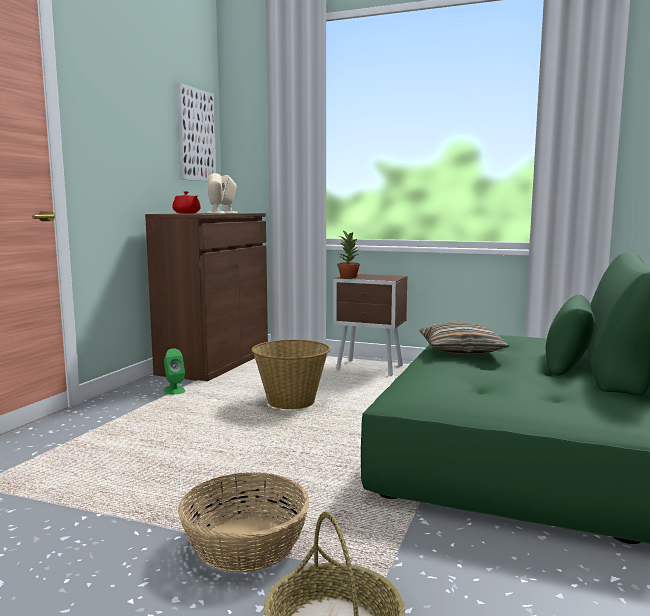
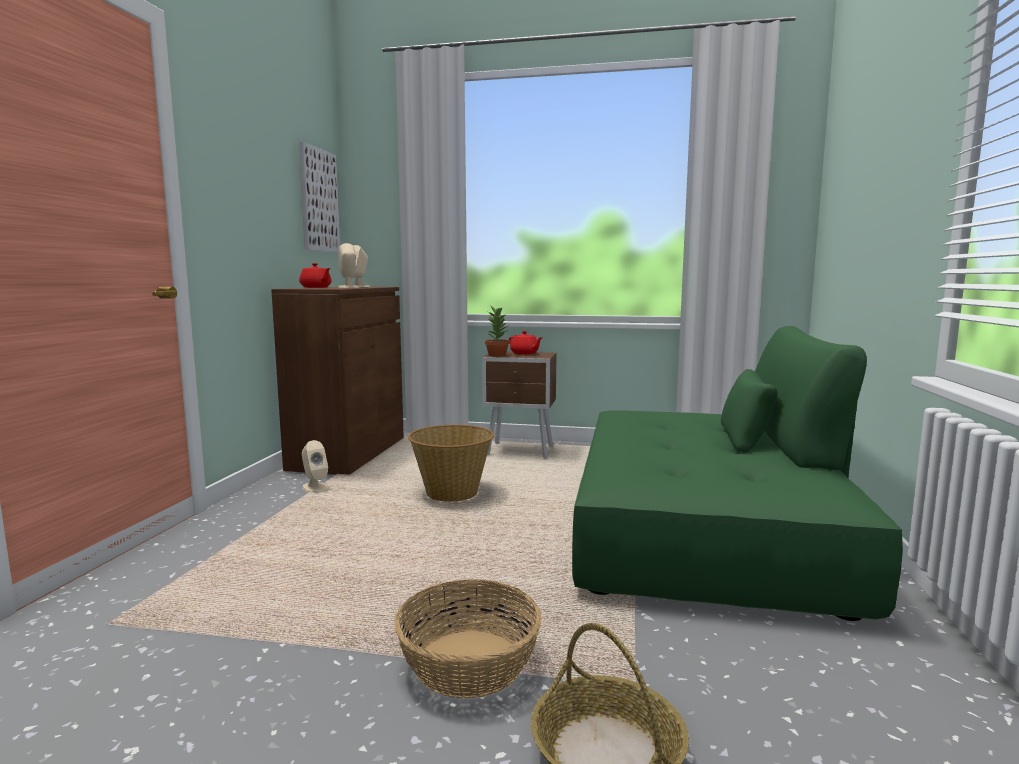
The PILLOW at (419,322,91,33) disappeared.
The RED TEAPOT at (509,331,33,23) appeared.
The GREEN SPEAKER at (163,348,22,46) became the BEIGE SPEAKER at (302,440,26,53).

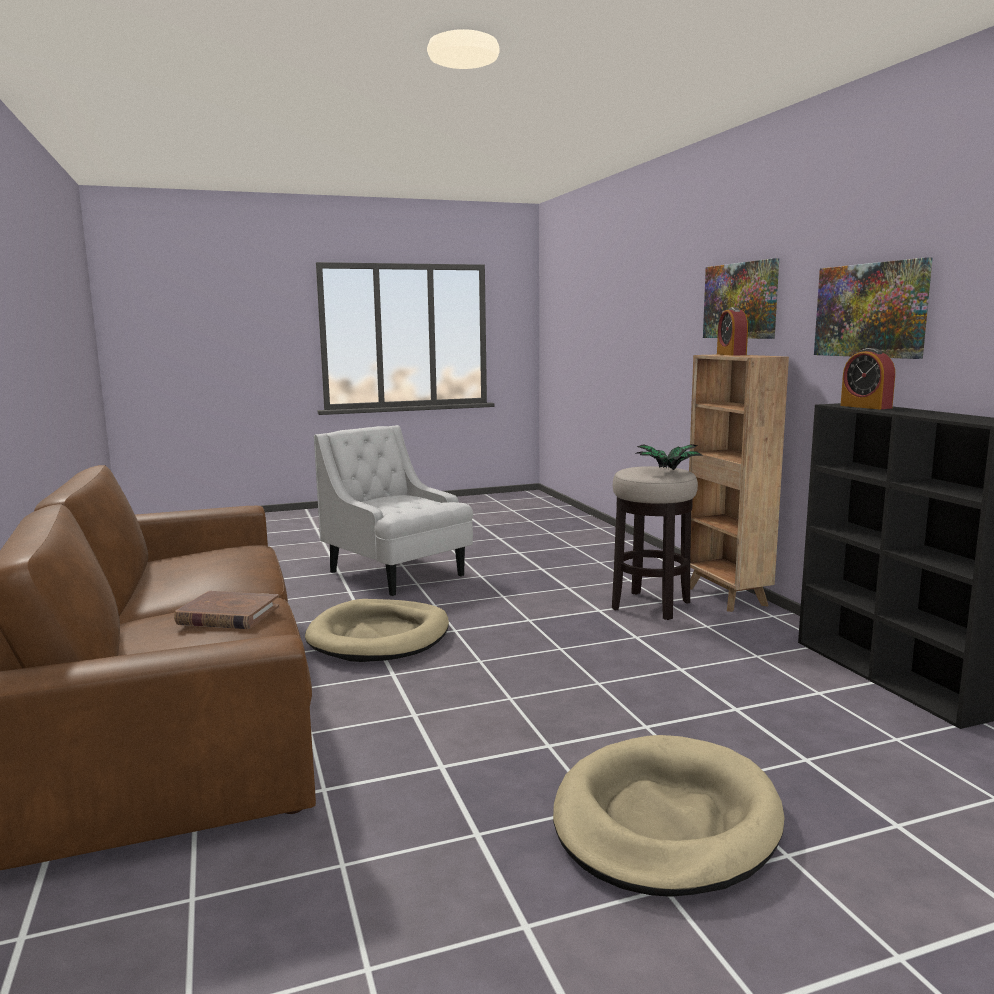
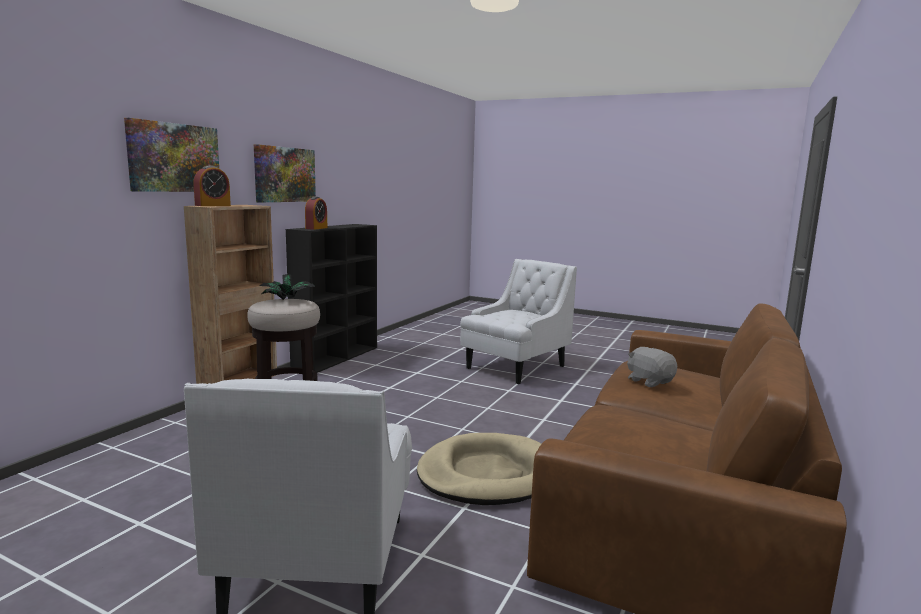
The BROWN BOOK at (174,591,105,38) was replaced by the GREY PLUSH TOY at (627,347,50,40).
The BEIGE DOG BED at (553,735,232,162) was replaced by the WHITE ARMCHAIR at (460,259,117,125).

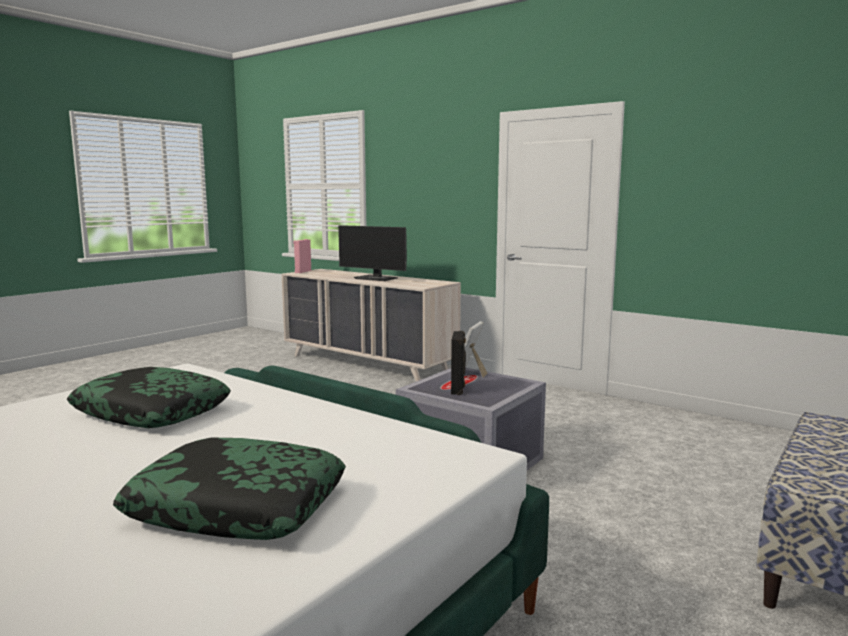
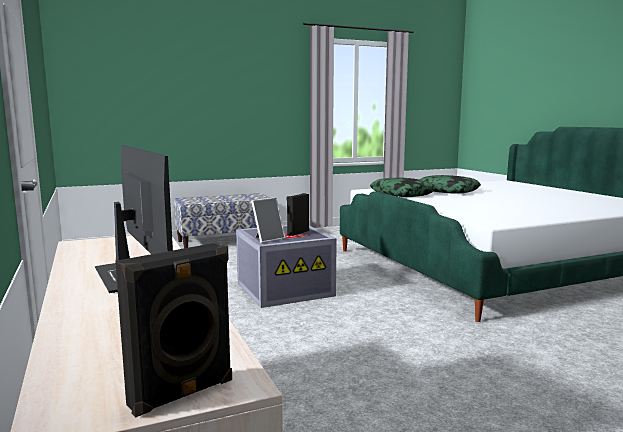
The PILLOW moved from (67,367,164,61) to (370,178,66,19).
The PINK SPEAKER at (294,239,17,34) became the BLACK SPEAKER at (115,243,117,175).

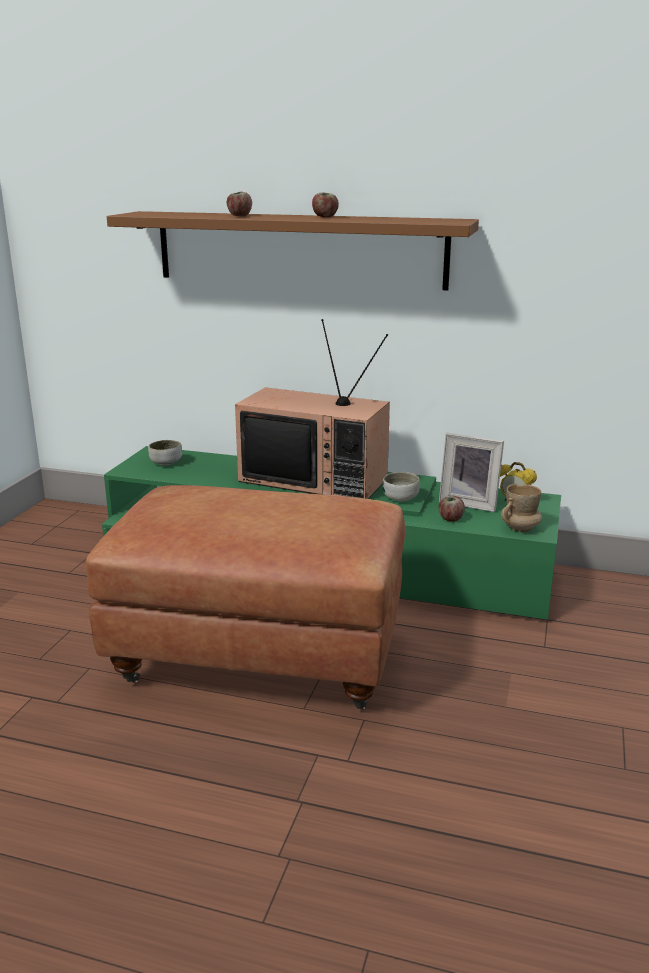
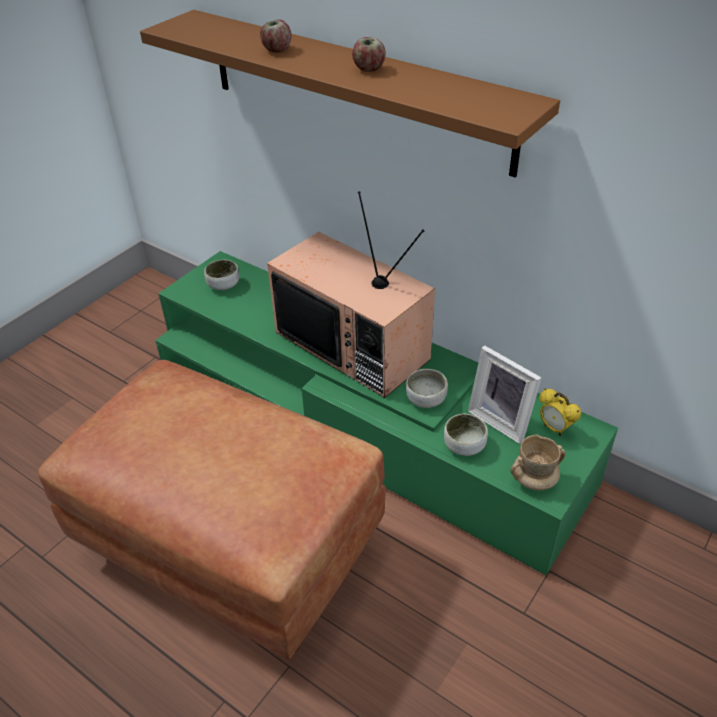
The APPLE at (439,496,26,26) was replaced by the BOWL at (444,414,44,42).

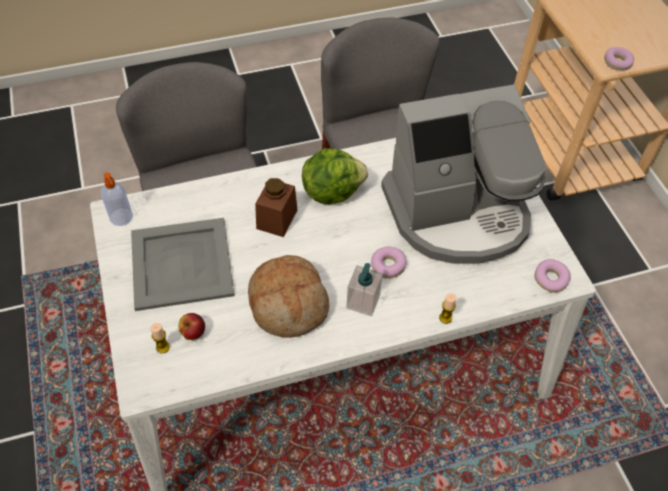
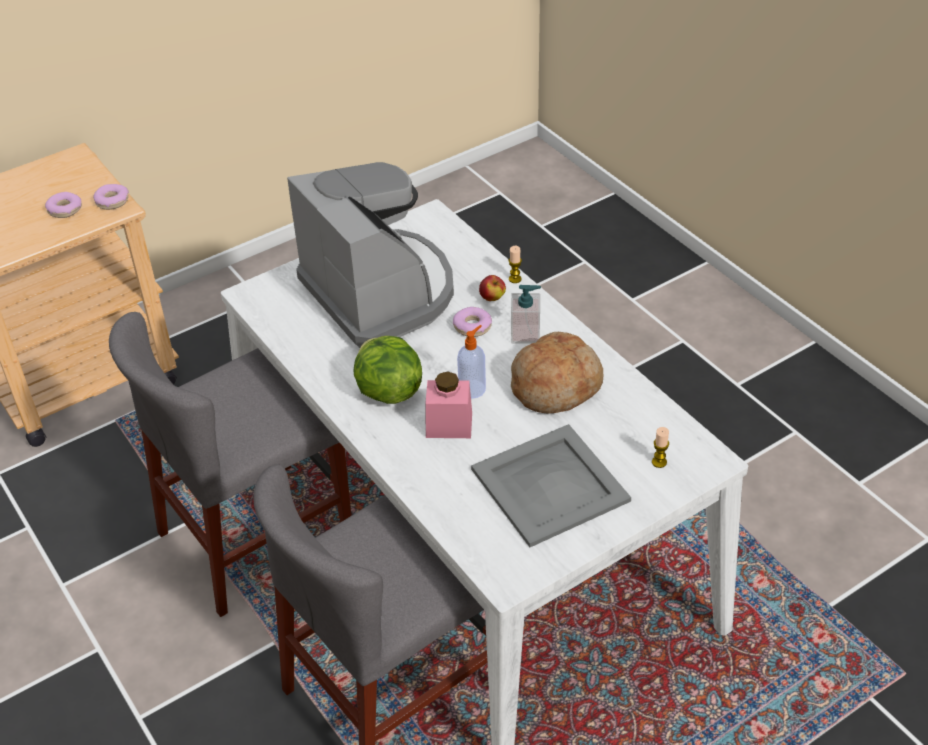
The SOAP DISPENSER moved from (101,172,32,54) to (457,325,29,74).
The APPLE moved from (178,313,27,27) to (479,275,27,26).
The DONUT moved from (534,259,37,33) to (45,192,37,26).
The BROWN JAR at (255,178,42,59) became the PINK JAR at (425,371,47,67).

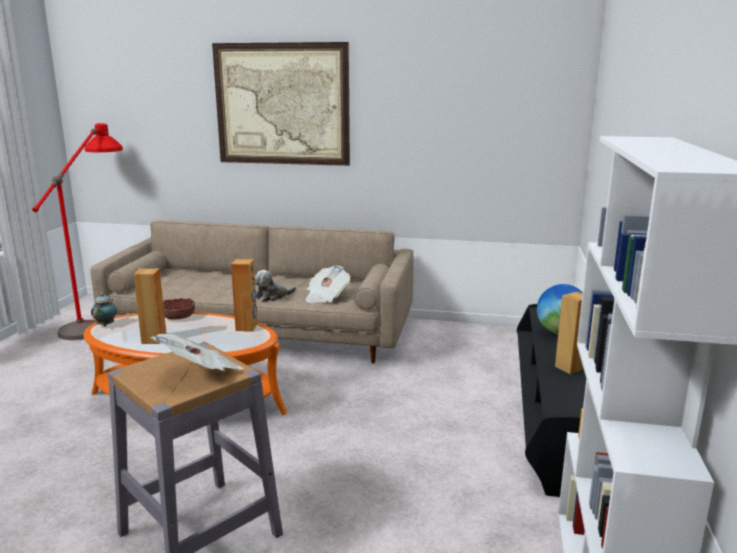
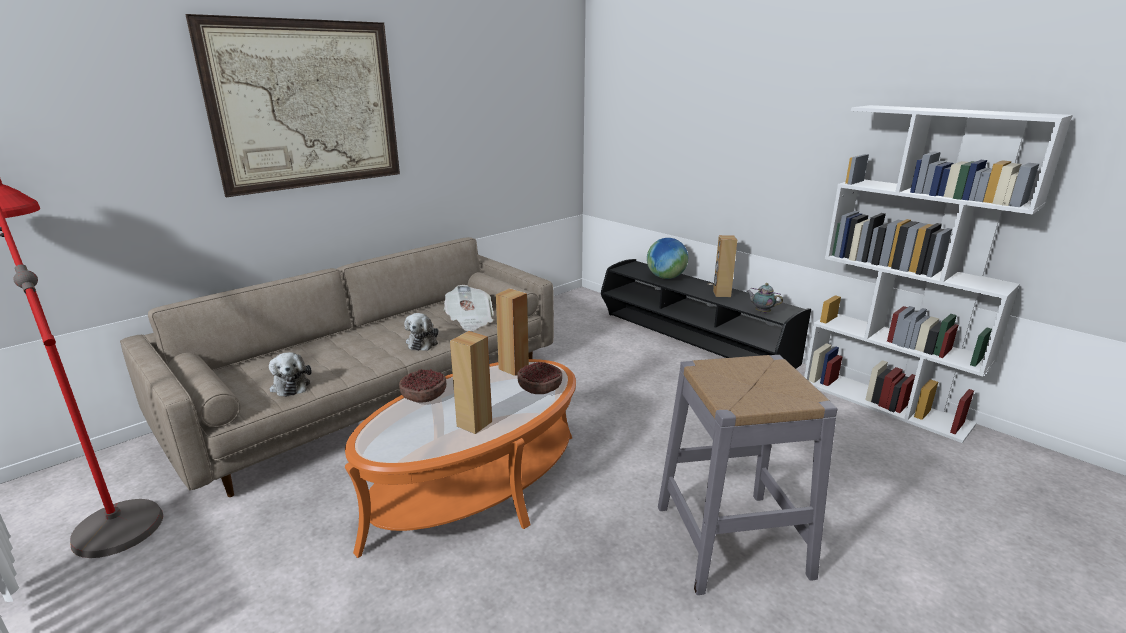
The NEWSPAPER at (150,334,94,37) disappeared.
The PLUSH TOY at (269,352,43,45) appeared.
The BOWL at (517,362,45,32) appeared.
The TEAPOT moved from (91,293,26,33) to (747,283,36,30).

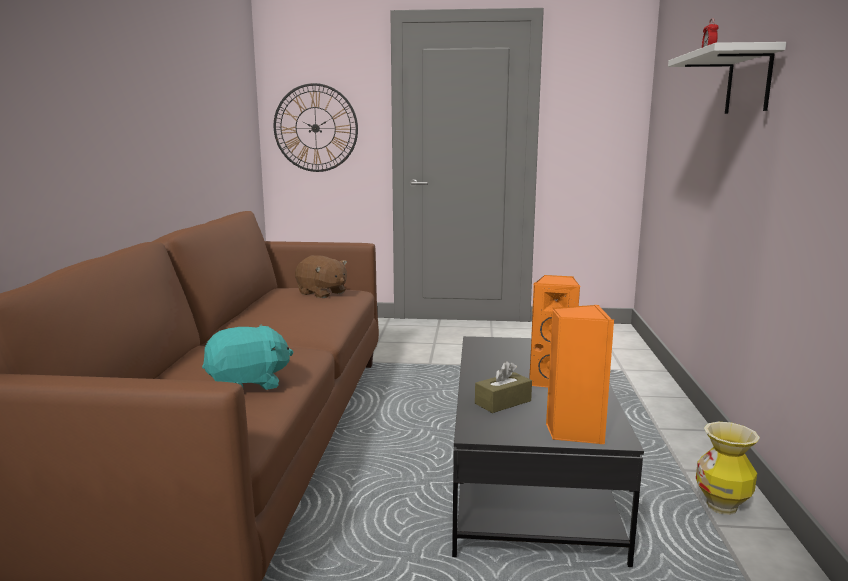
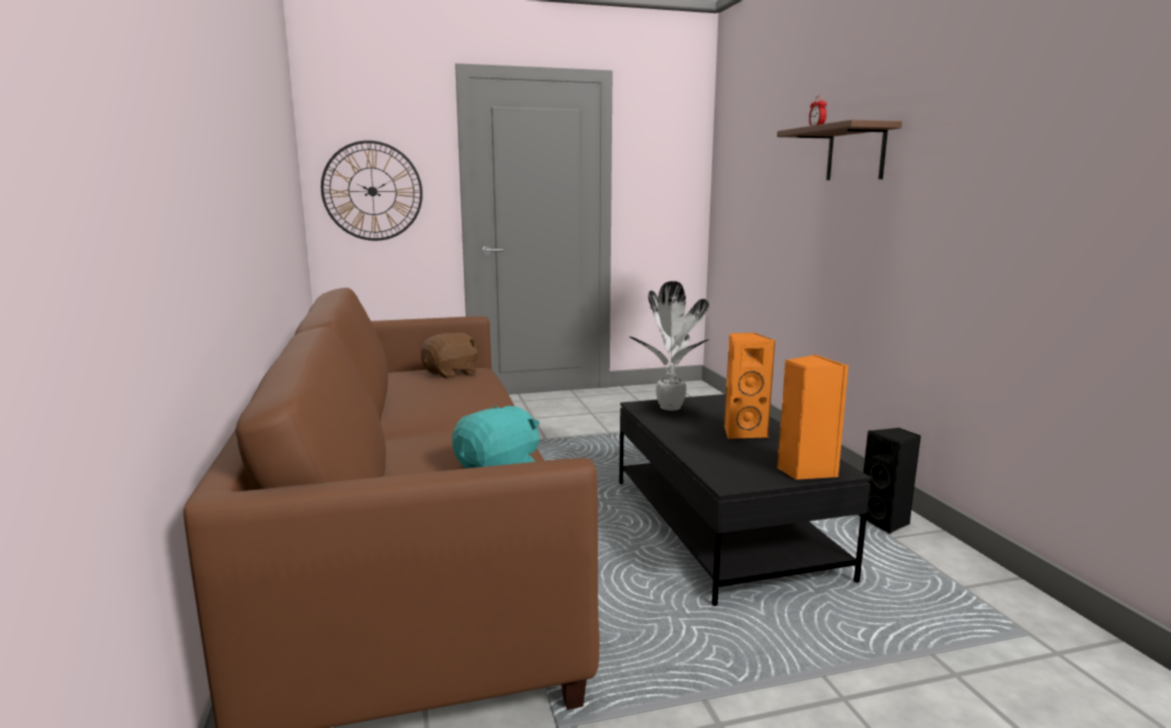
The BROWN TISSUE BOX at (475,361,57,52) disappeared.
The POTTED PLANT at (629,281,81,130) appeared.
The VASE at (696,422,64,93) was replaced by the BLACK SPEAKER at (859,428,62,106).
The WHITE SHELF at (668,42,118,72) became the BROWN SHELF at (777,120,125,60).
The BROWN PLUSH TOY at (295,255,52,43) turned 60 degrees counterclockwise.

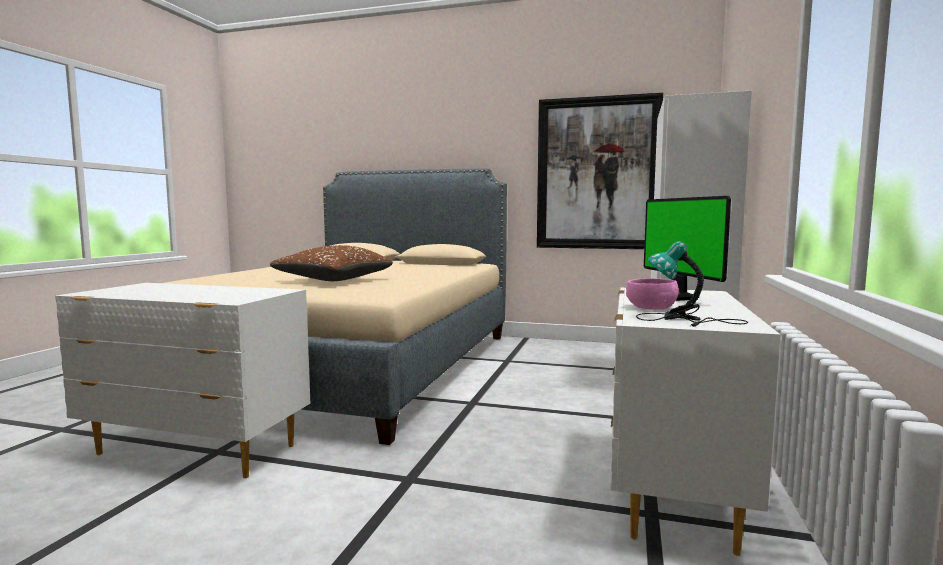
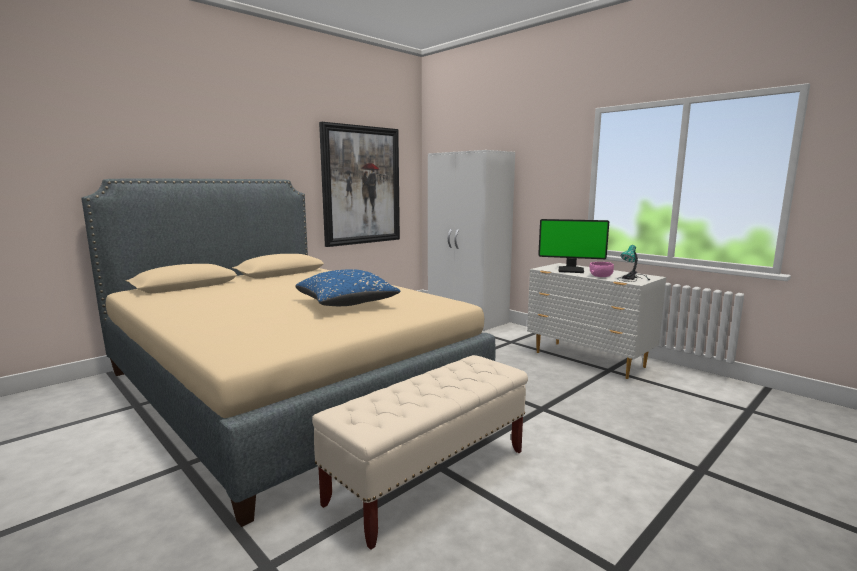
The WHITE DRESSER at (55,283,255,195) was replaced by the BEIGE BENCH at (312,355,216,195).
The BROWN PILLOW at (270,245,123,36) became the BLUE PILLOW at (295,269,106,37).

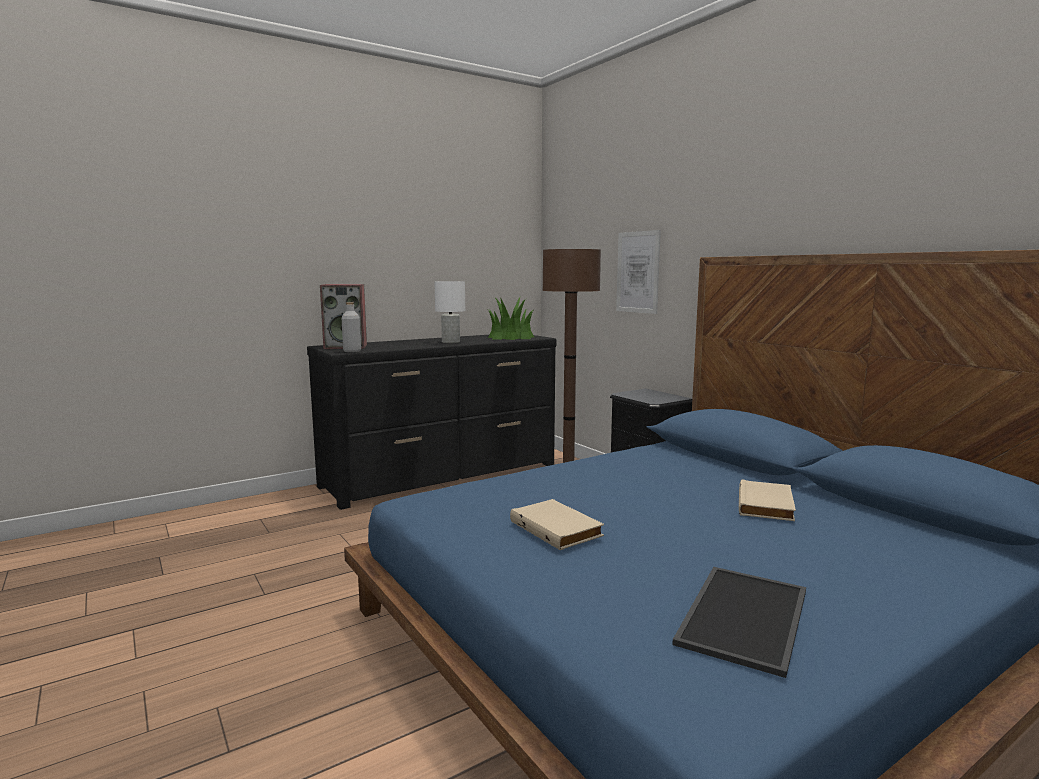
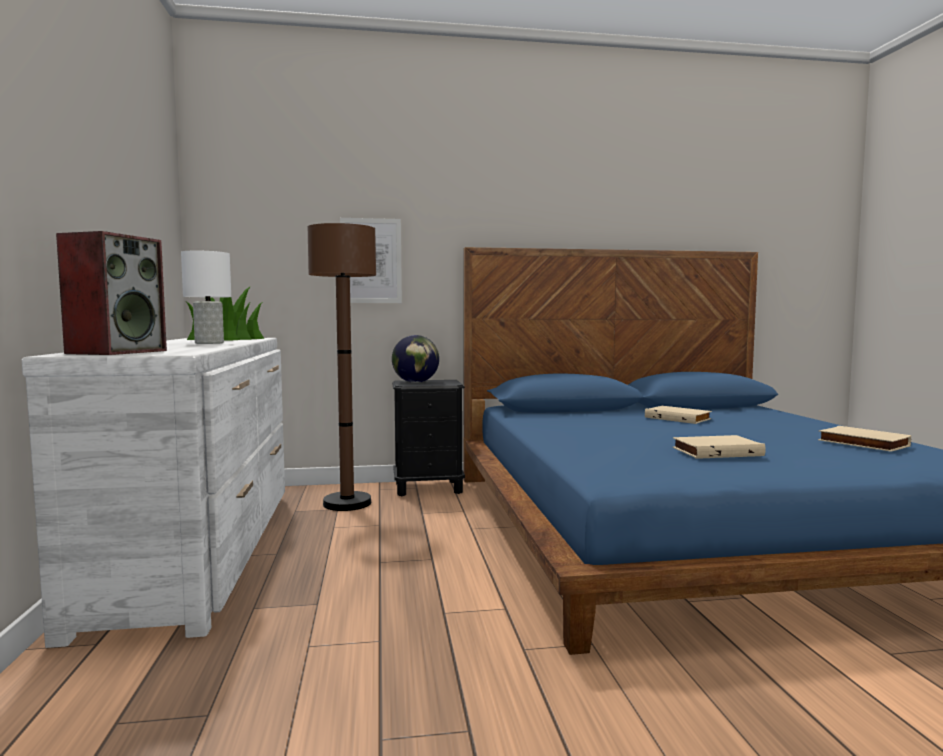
The GREY BOTTLE at (342,302,19,50) disappeared.
The GLOBE at (392,335,47,48) appeared.
The TRAY at (672,567,134,111) was replaced by the BEIGE BOOK at (818,426,93,26).
The BLACK DRESSER at (307,335,249,175) became the WHITE DRESSER at (22,338,263,310).

